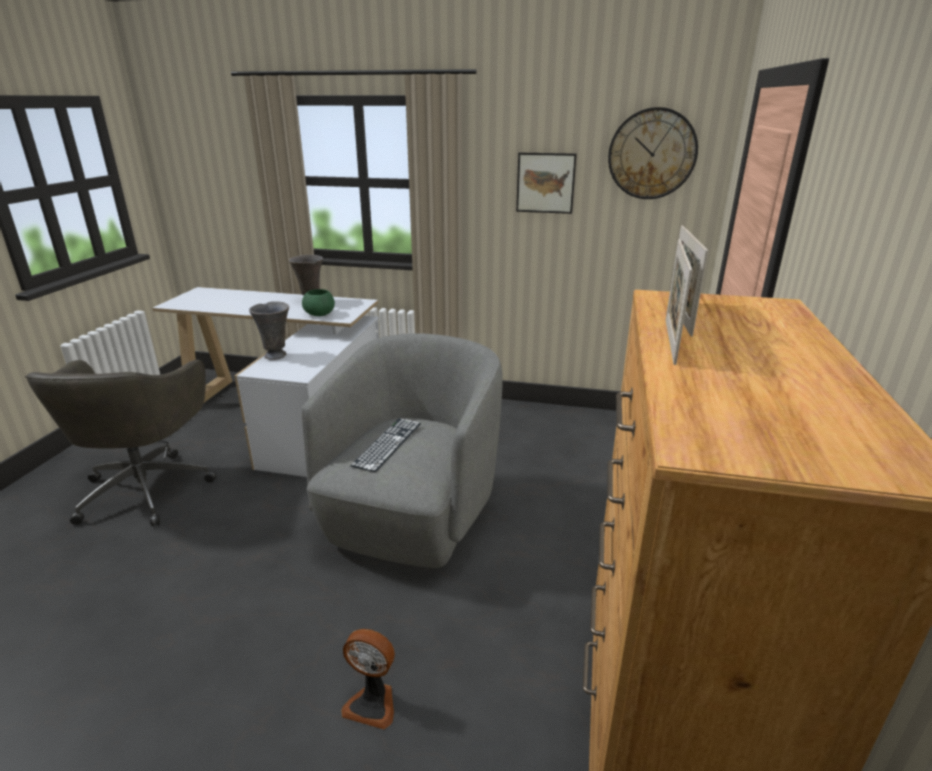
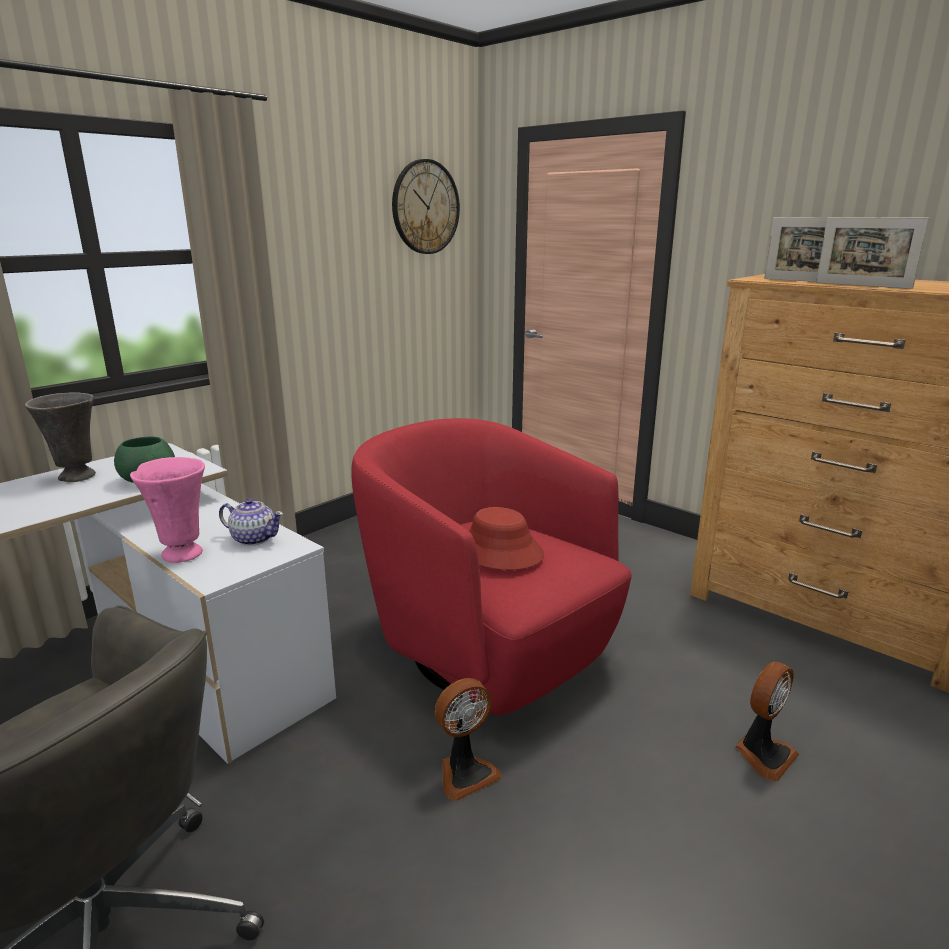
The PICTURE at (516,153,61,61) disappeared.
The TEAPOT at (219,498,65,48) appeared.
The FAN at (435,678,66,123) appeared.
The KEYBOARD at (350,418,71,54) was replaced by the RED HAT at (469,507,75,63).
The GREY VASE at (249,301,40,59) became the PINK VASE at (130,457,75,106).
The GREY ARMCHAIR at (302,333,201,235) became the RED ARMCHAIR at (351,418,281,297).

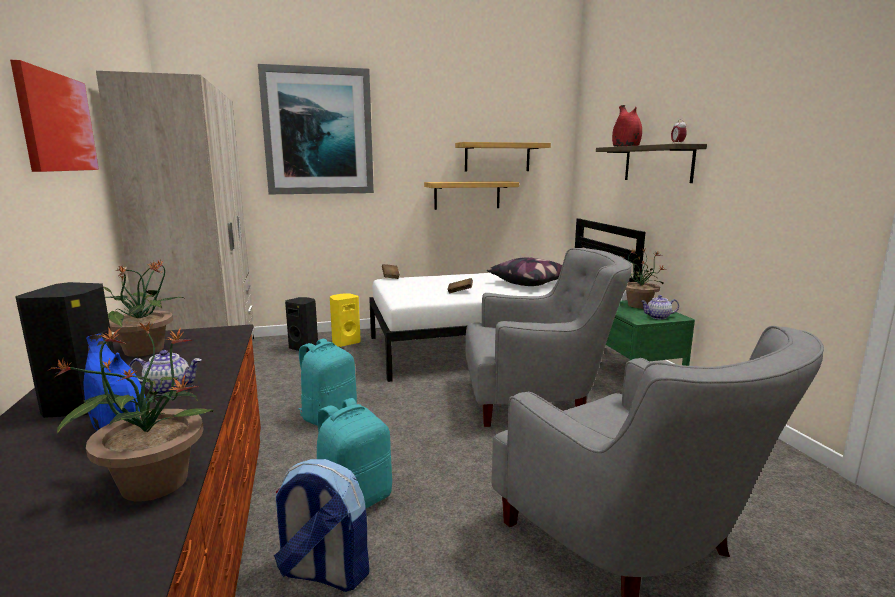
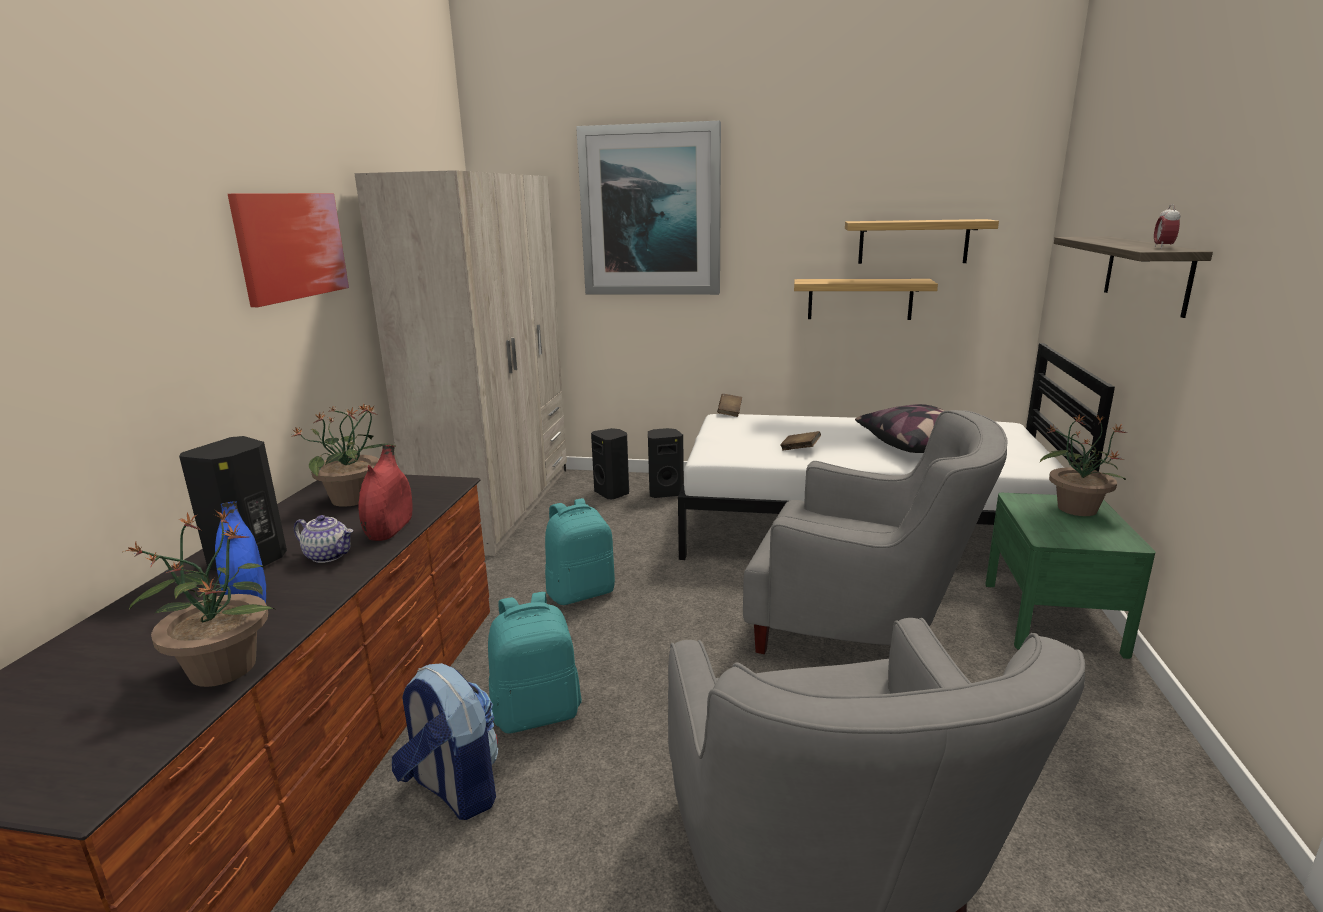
The TEAPOT at (641,295,38,24) disappeared.
The RED VASE moved from (612,105,30,42) to (358,445,55,96).
The YELLOW SPEAKER at (330,293,31,54) became the BLACK SPEAKER at (648,428,36,70).

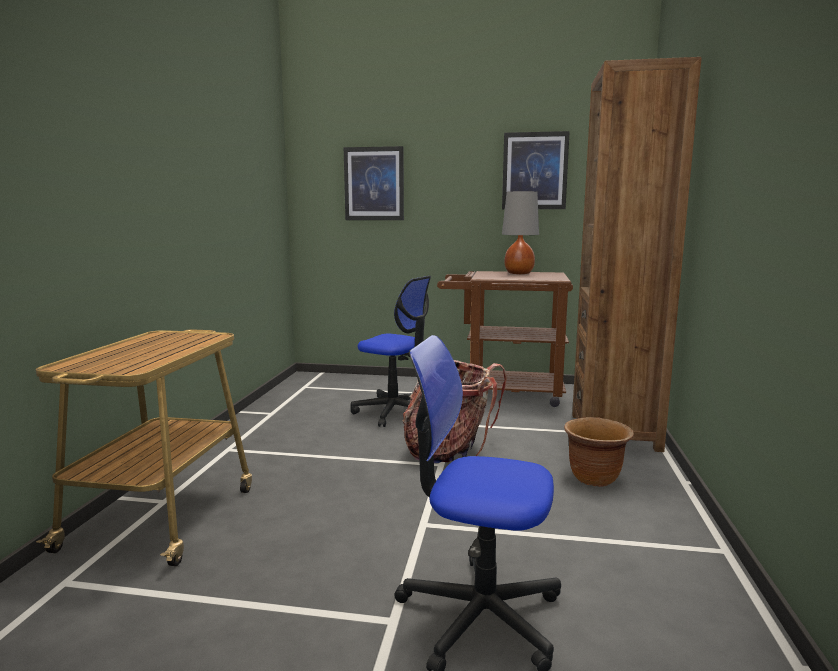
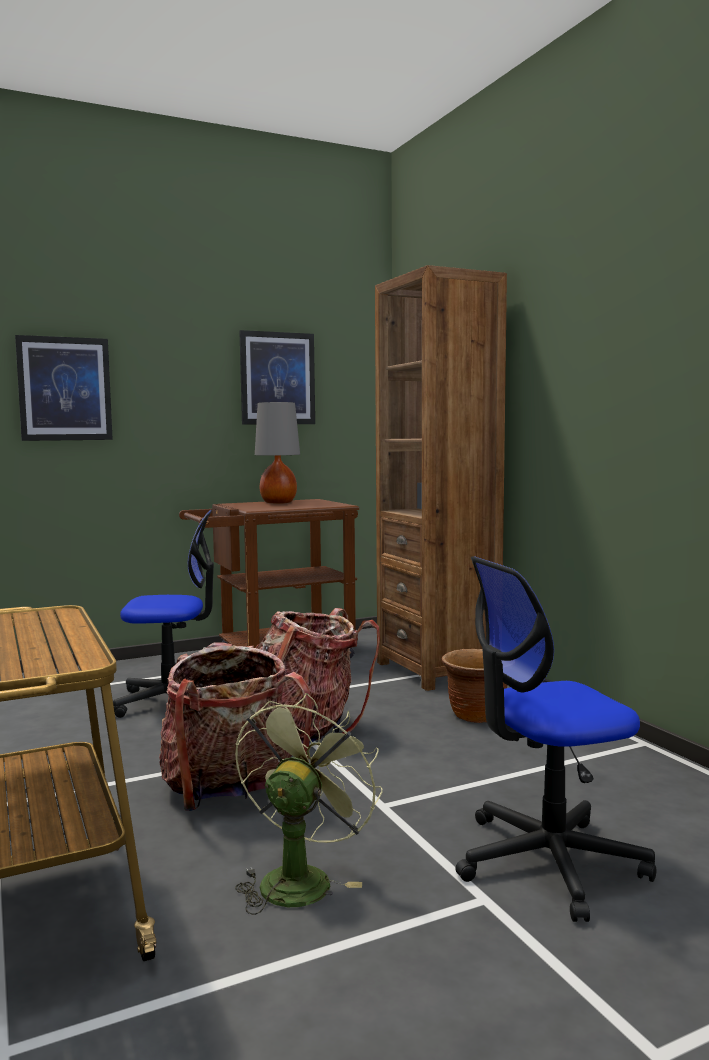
The BACKPACK at (159,642,153,169) appeared.
The GREEN FAN at (235,693,148,222) appeared.

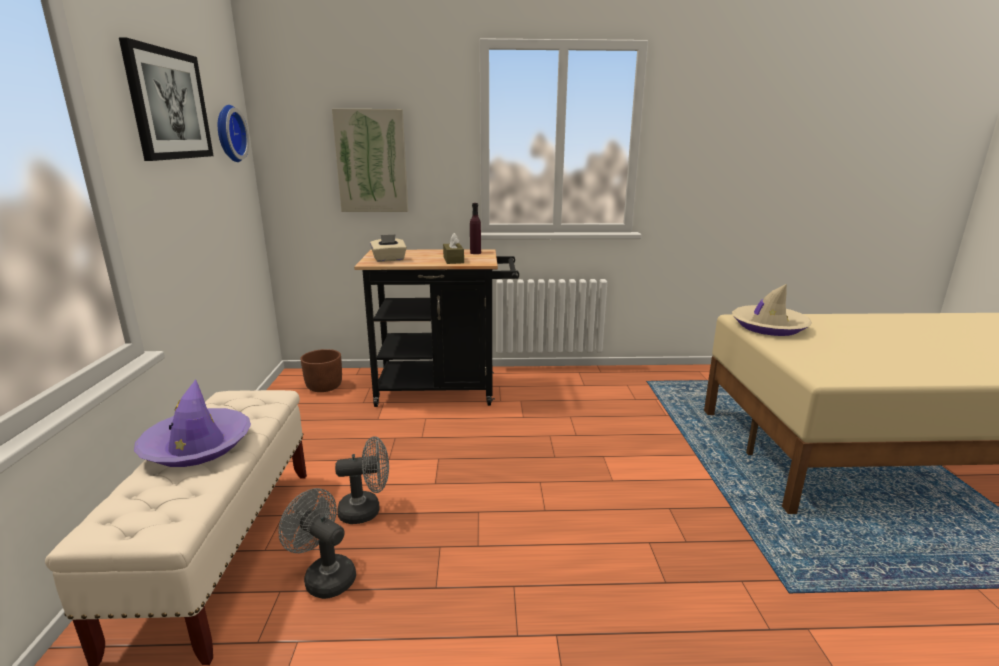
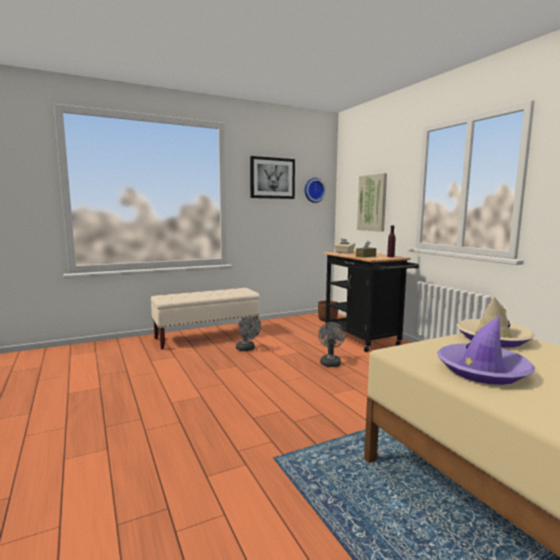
The PURPLE HAT moved from (134,379,117,88) to (437,316,98,69).
The GREY FAN moved from (278,488,78,111) to (318,322,27,45).

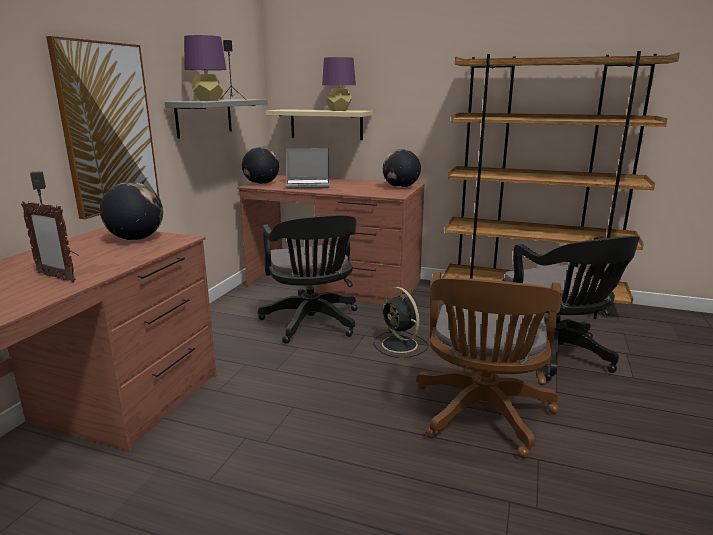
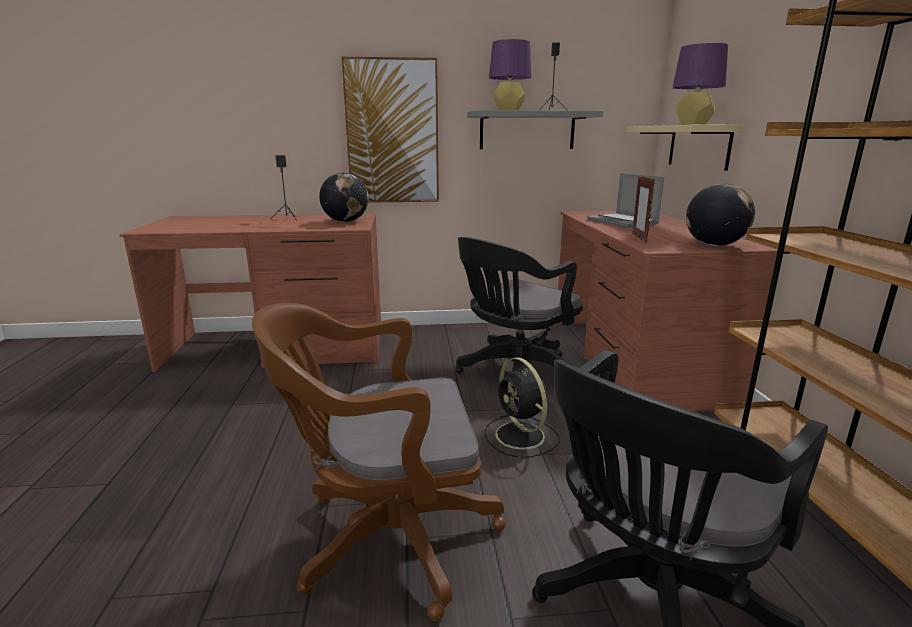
The GLOBE at (242,147,37,37) disappeared.
The PICTURE FRAME moved from (21,201,55,81) to (632,176,23,67).
The BLACK FAN at (374,287,54,71) turned 60 degrees counterclockwise.

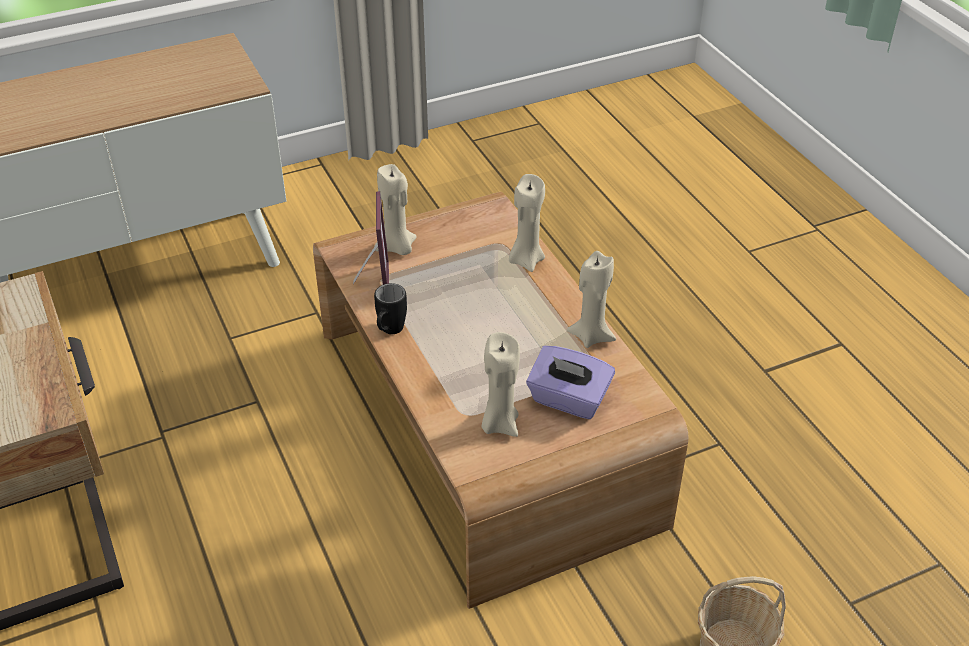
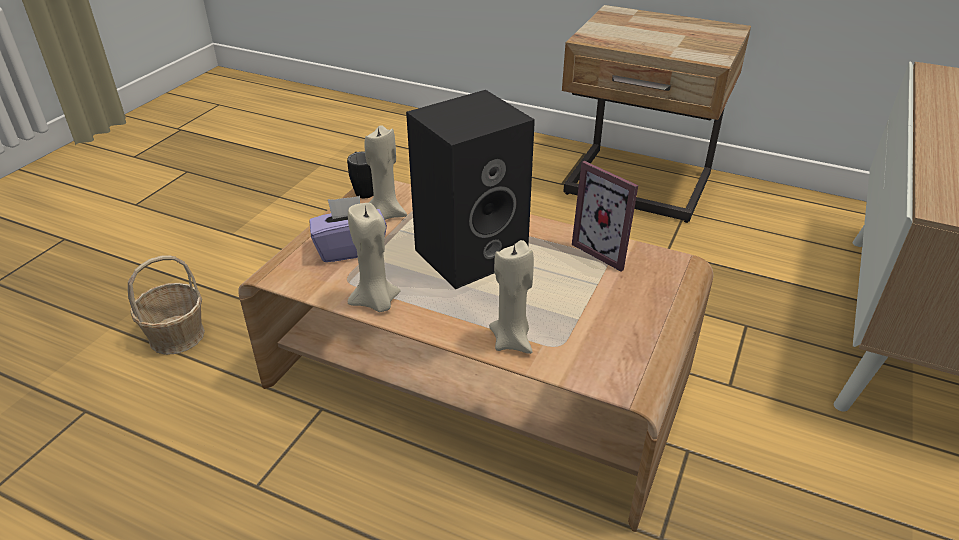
The BEIGE CANDLE at (374,164,43,91) disappeared.
The BLACK SPEAKER at (406,90,129,199) appeared.
The BLACK MUG moved from (374,283,33,51) to (347,152,27,46).

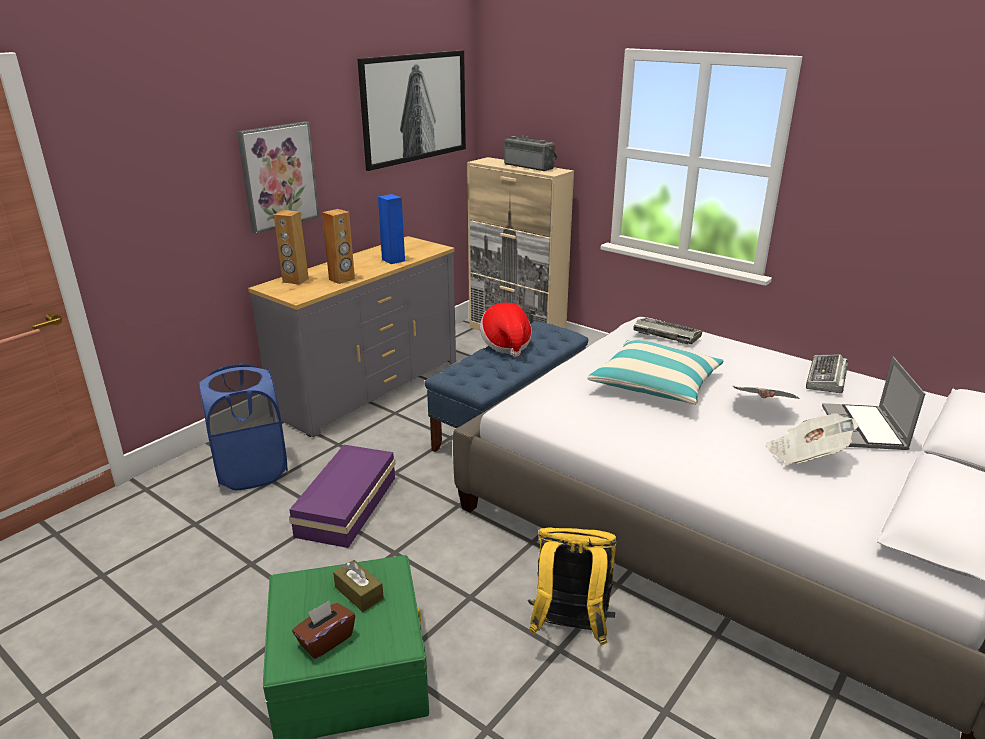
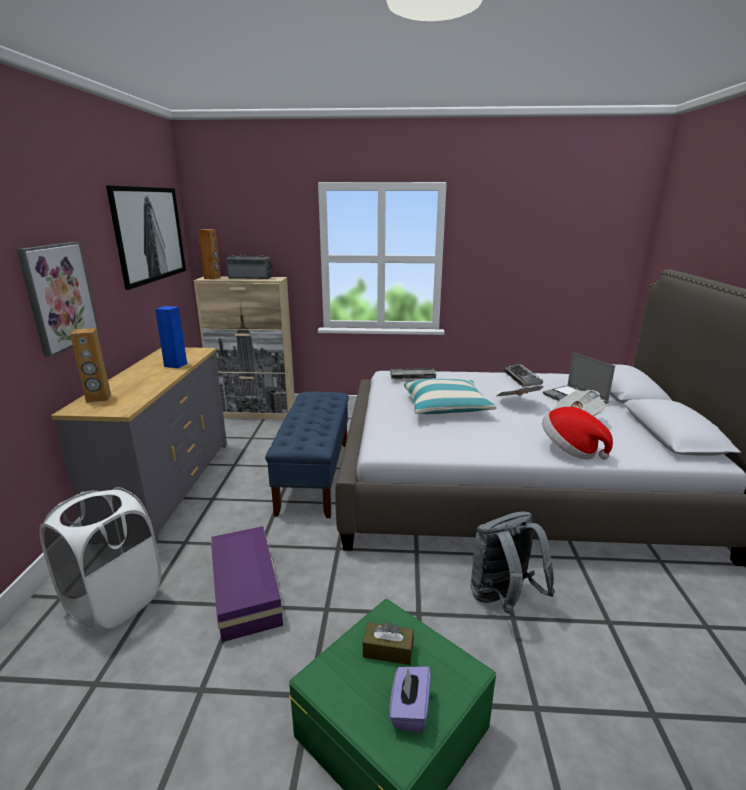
The BROWN SPEAKER moved from (322,209,33,75) to (198,229,23,50).
The HAT moved from (480,303,52,54) to (542,407,71,53).
The BLUE LAUNDRY BASKET at (198,364,90,126) became the WHITE LAUNDRY BASKET at (39,487,122,145).
The BROWN TISSUE BOX at (292,601,63,58) became the PURPLE TISSUE BOX at (390,666,41,67).
The YELLOW BACKPACK at (528,527,89,119) became the GREY BACKPACK at (470,511,85,103).

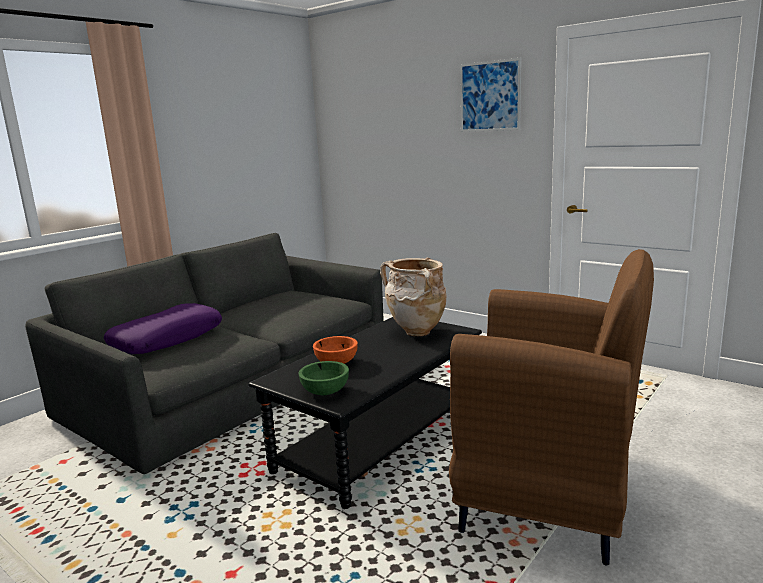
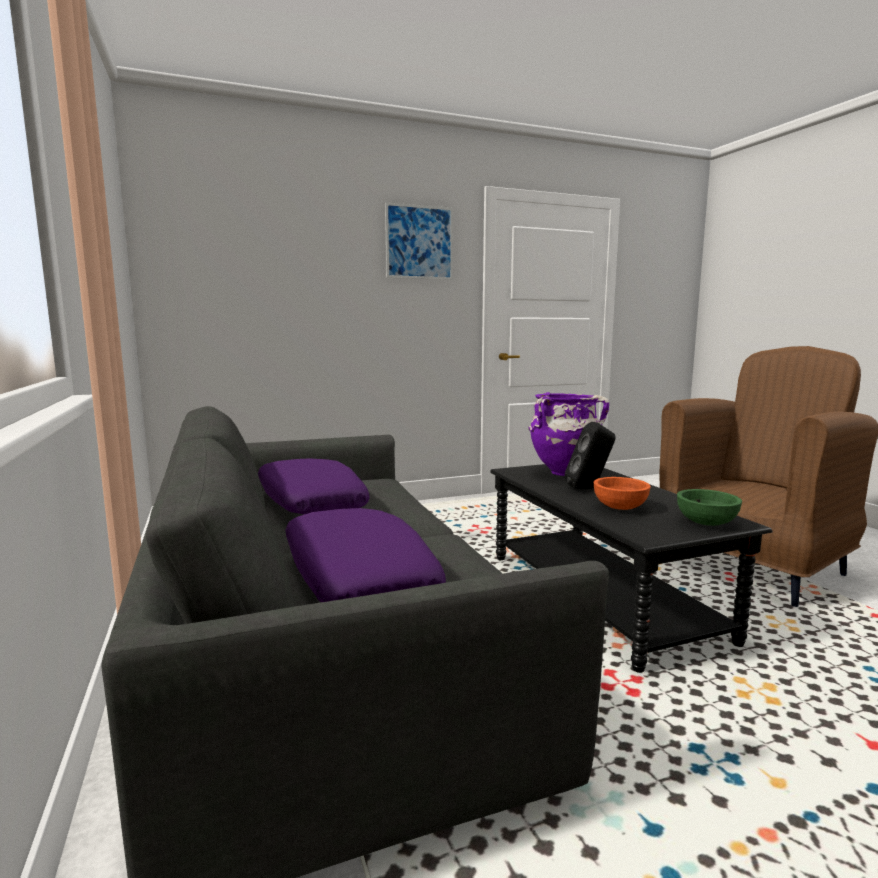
The PURPLE PILLOW at (258,458,112,56) appeared.
The BLACK SPEAKER at (565,422,51,67) appeared.
The BEIGE VASE at (380,258,66,79) became the PURPLE VASE at (529,392,80,84).

